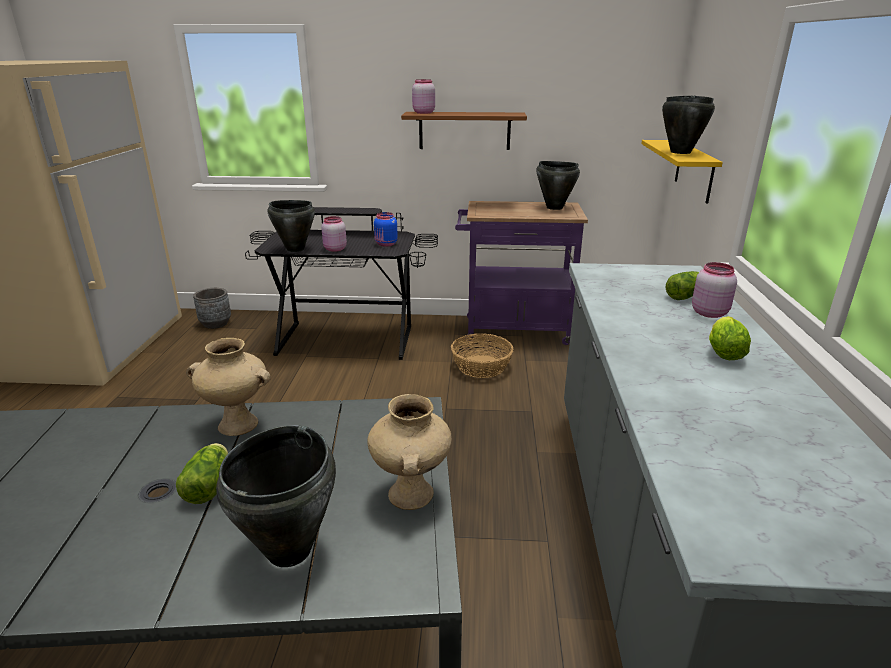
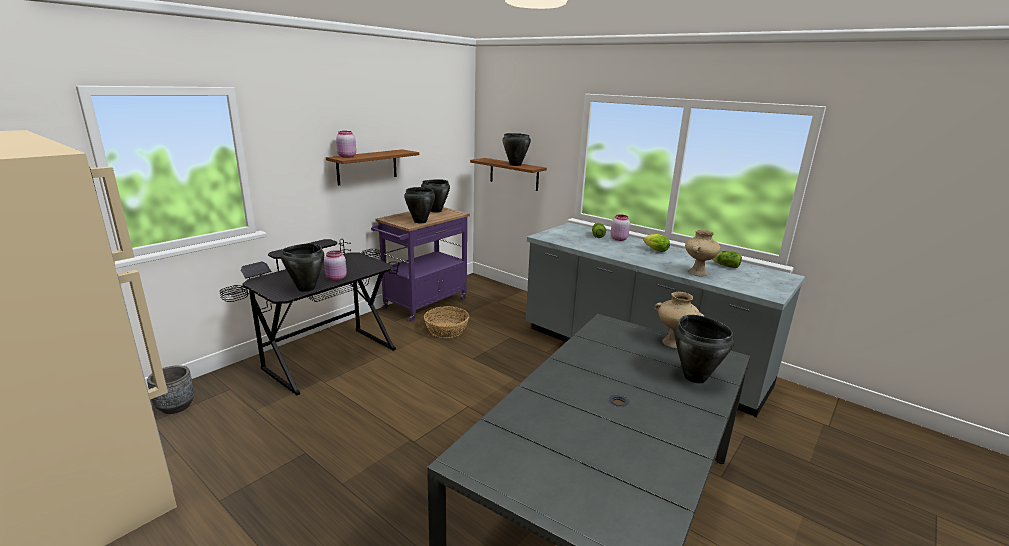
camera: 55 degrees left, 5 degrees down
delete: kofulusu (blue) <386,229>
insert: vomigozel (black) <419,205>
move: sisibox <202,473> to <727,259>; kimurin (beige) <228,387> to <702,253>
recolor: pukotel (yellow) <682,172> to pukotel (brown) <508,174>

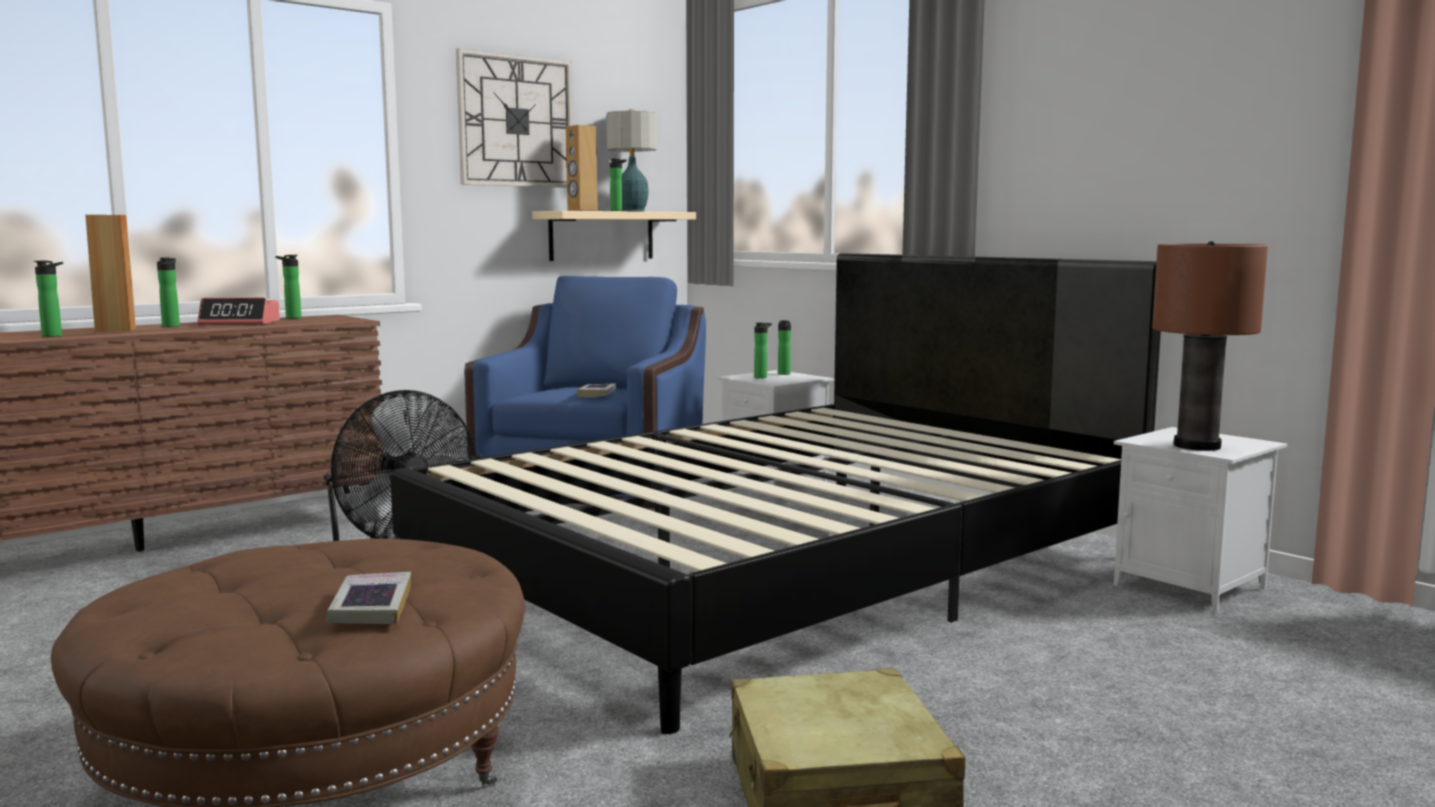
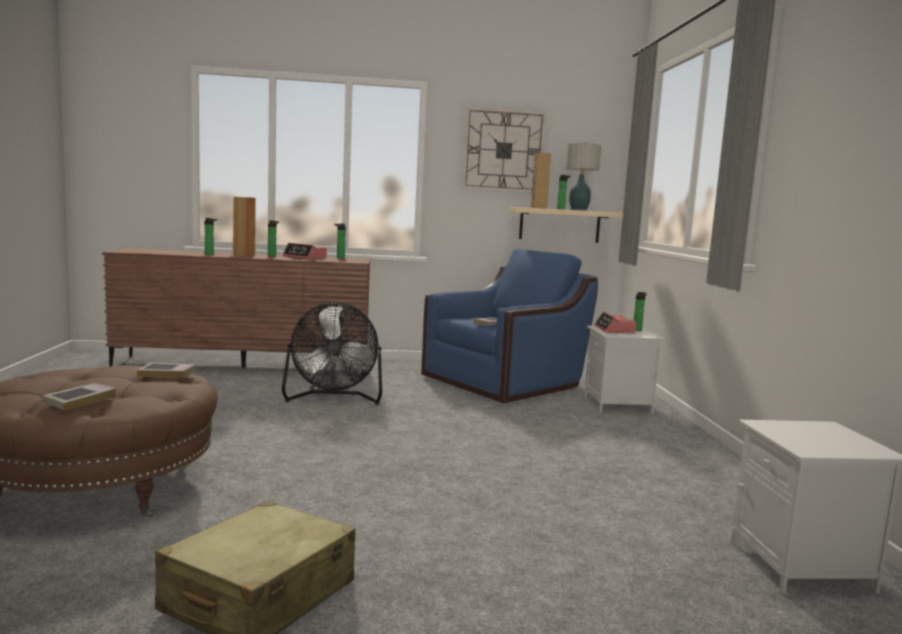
camera: 35 degrees right, 0 degrees up
delete: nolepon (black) <775,493>; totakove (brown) <1210,346>
insert: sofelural <166,370>
replace: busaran <763,350> to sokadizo <615,323>

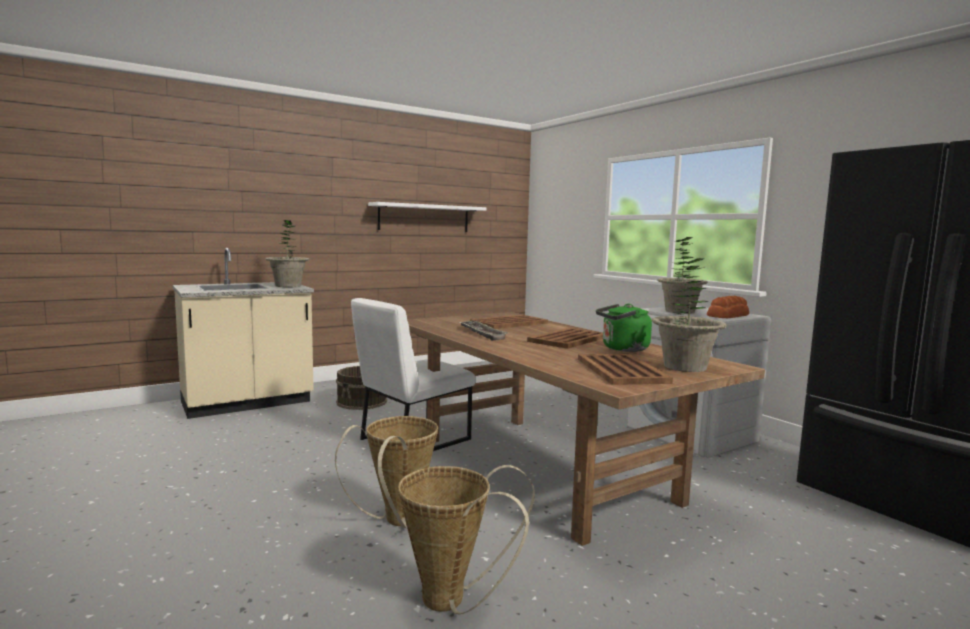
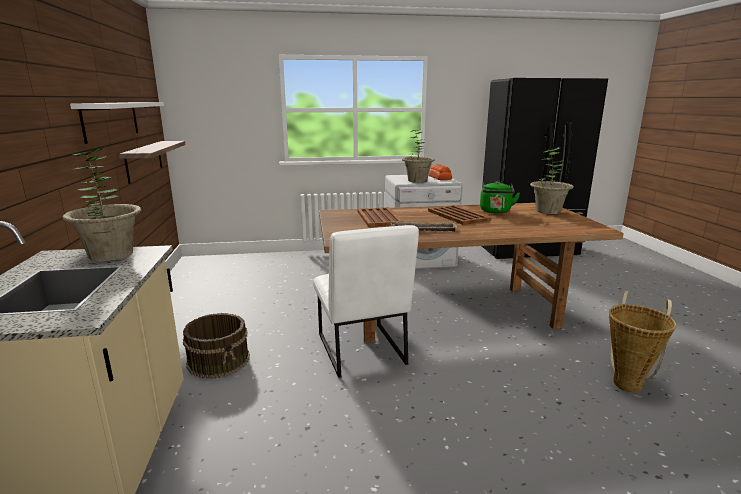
camera: 65 degrees left, 10 degrees up
delete: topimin <386,472>; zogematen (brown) <625,369>
insert: pukotel <152,162>

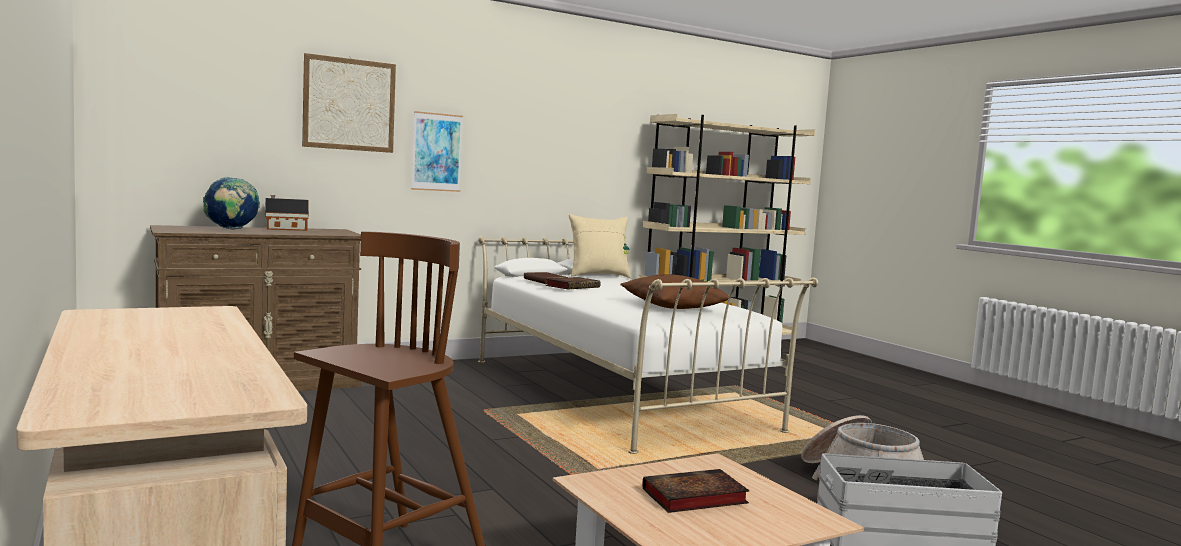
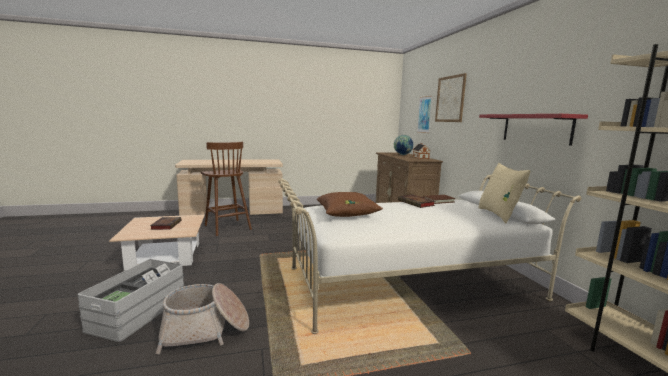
camera: 105 degrees right, 5 degrees up
insert: pukotel (red) <533,130>
move: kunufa <437,151> to <424,114>

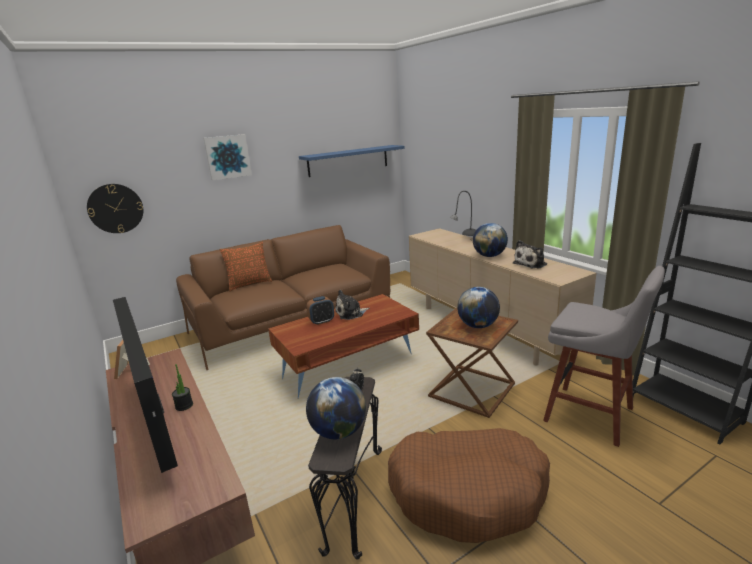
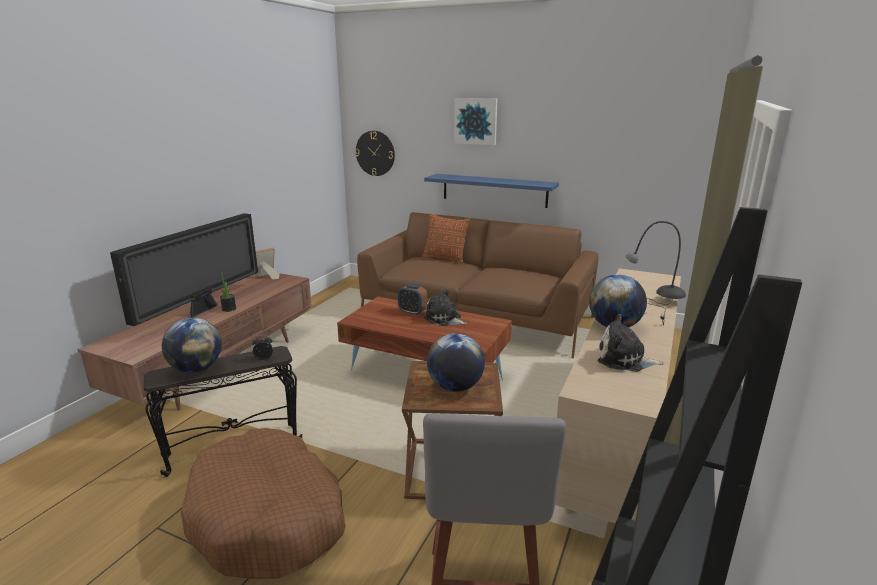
camera: 55 degrees right, 0 degrees up
move: pukotel (blue) <352,161> to <491,191>

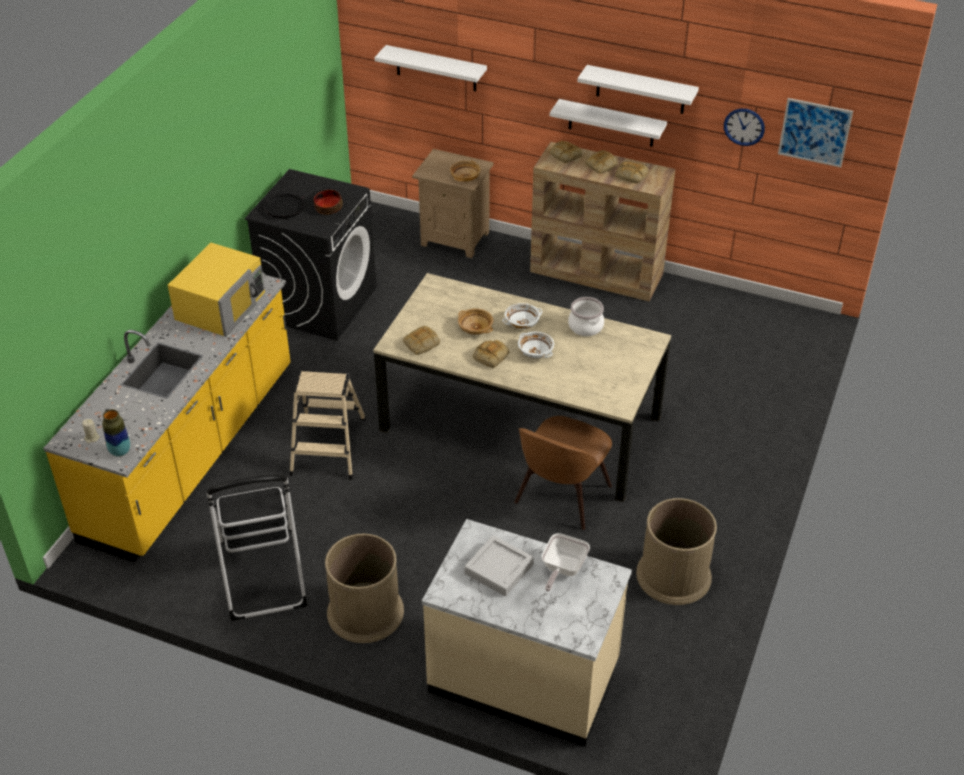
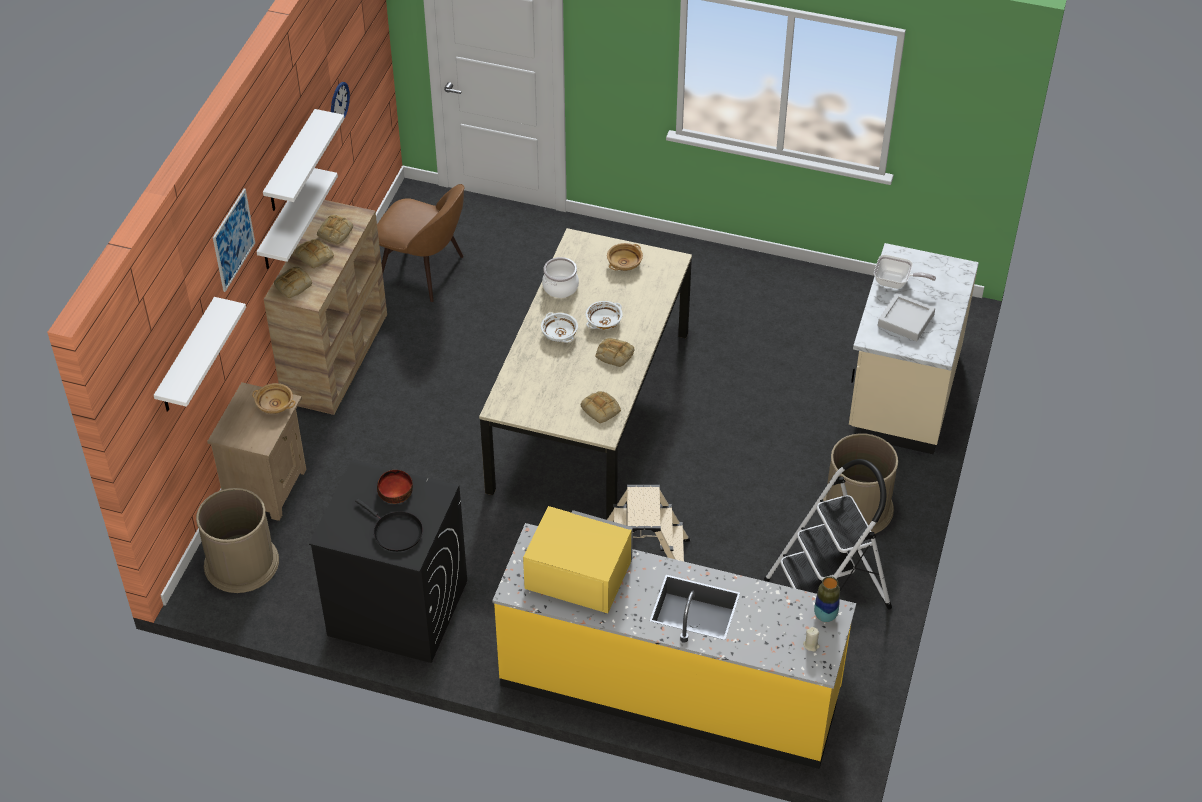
camera: 95 degrees left, 5 degrees up
move: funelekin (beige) <475,322> to <625,257>; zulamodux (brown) <563,473> to <420,243>; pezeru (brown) <676,551> to <237,540>; kunufa <815,132> to <234,240>

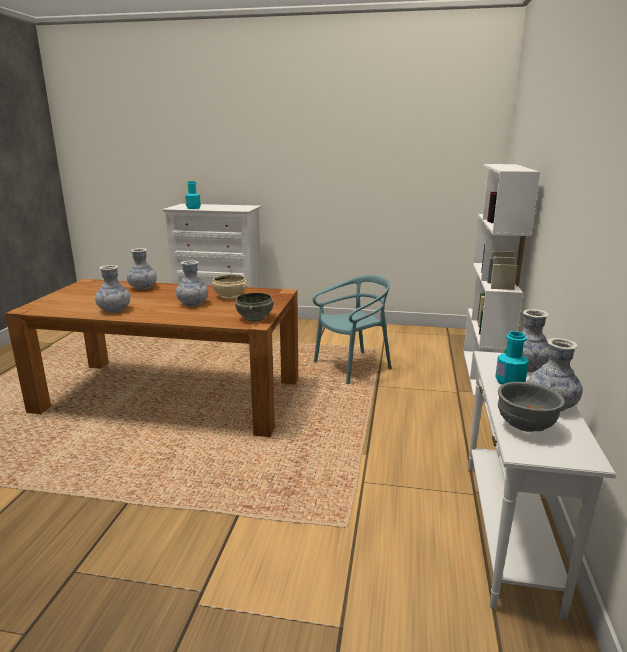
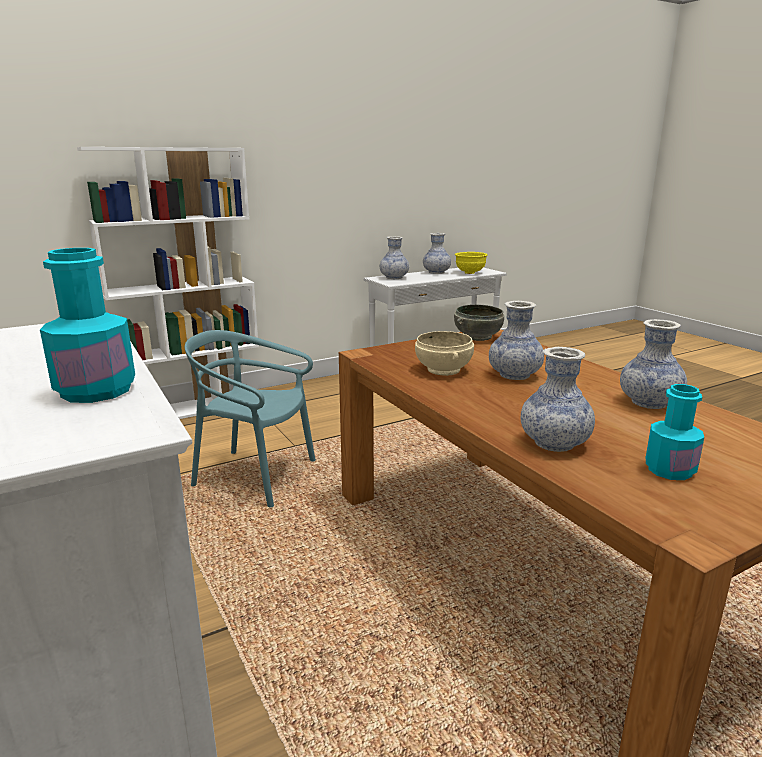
camera: 130 degrees left, 0 degrees up
move: busaran (turquoise) <512,358> to <675,432>
recolor: funelekin (grey) <531,407> to funelekin (yellow) <471,263>

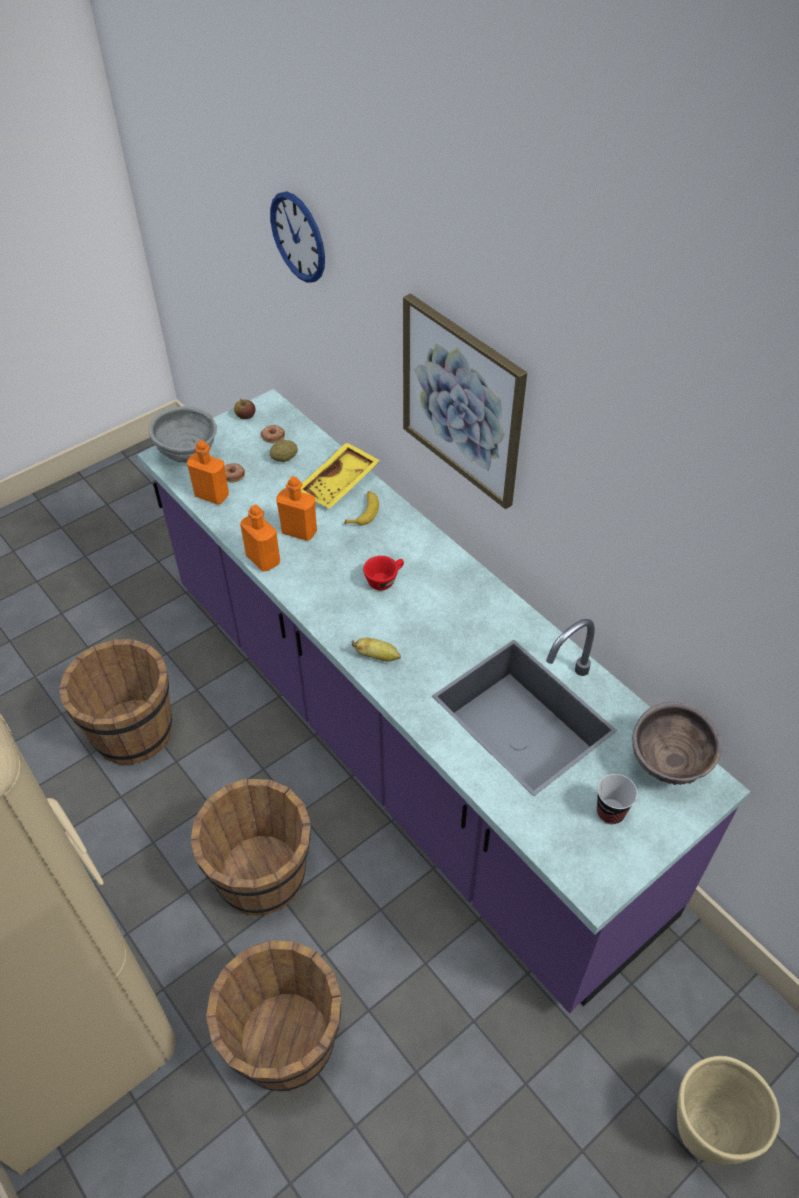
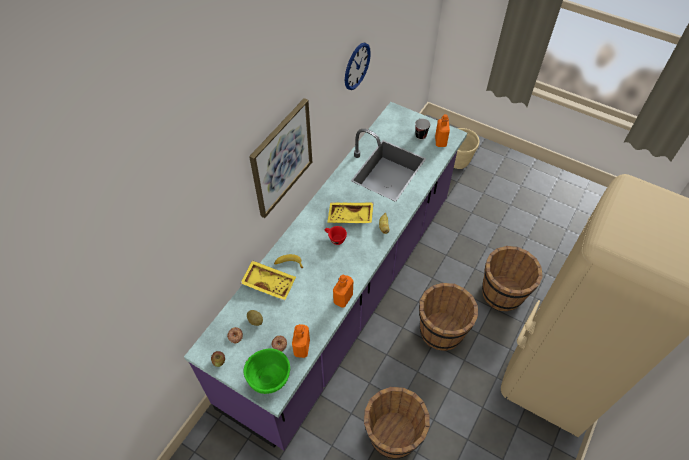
camera: 110 degrees left, 5 degrees up
delete: funelekin (brown) <676,743>
insert: zogematen (yellow) <350,212>
move: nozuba <297,237> to <358,66>; busaran (orange) <296,508> to <442,130>
recolor: funelekin (grey) <182,434> to funelekin (green) <266,371>

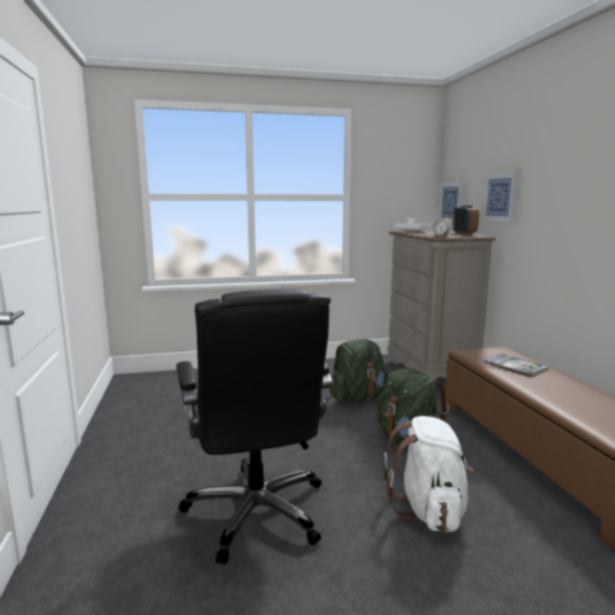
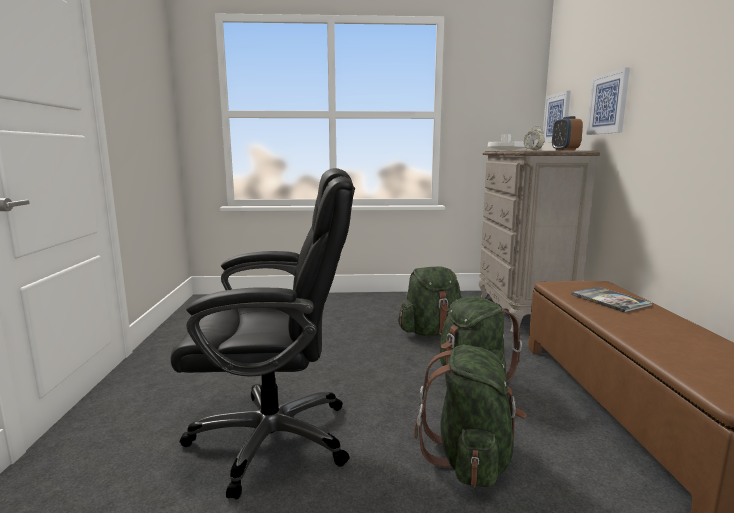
camera: 10 degrees right, 0 degrees up
recolor: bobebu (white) <429,474> to bobebu (green) <470,416>
rotate: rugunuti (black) <254,427> = <262,334> 90 degrees counterclockwise

